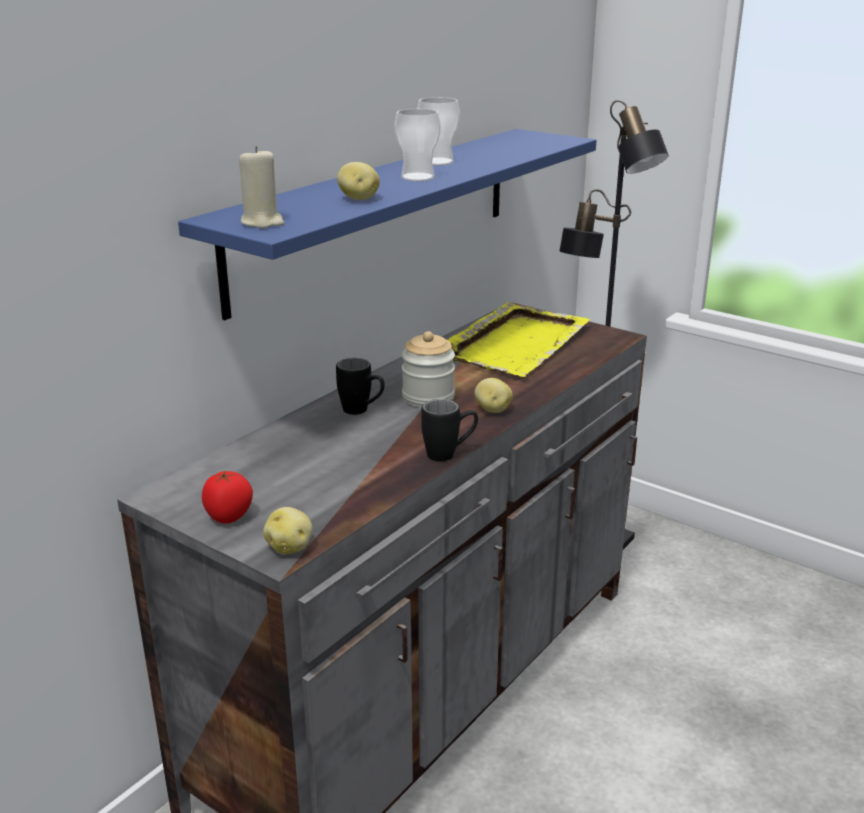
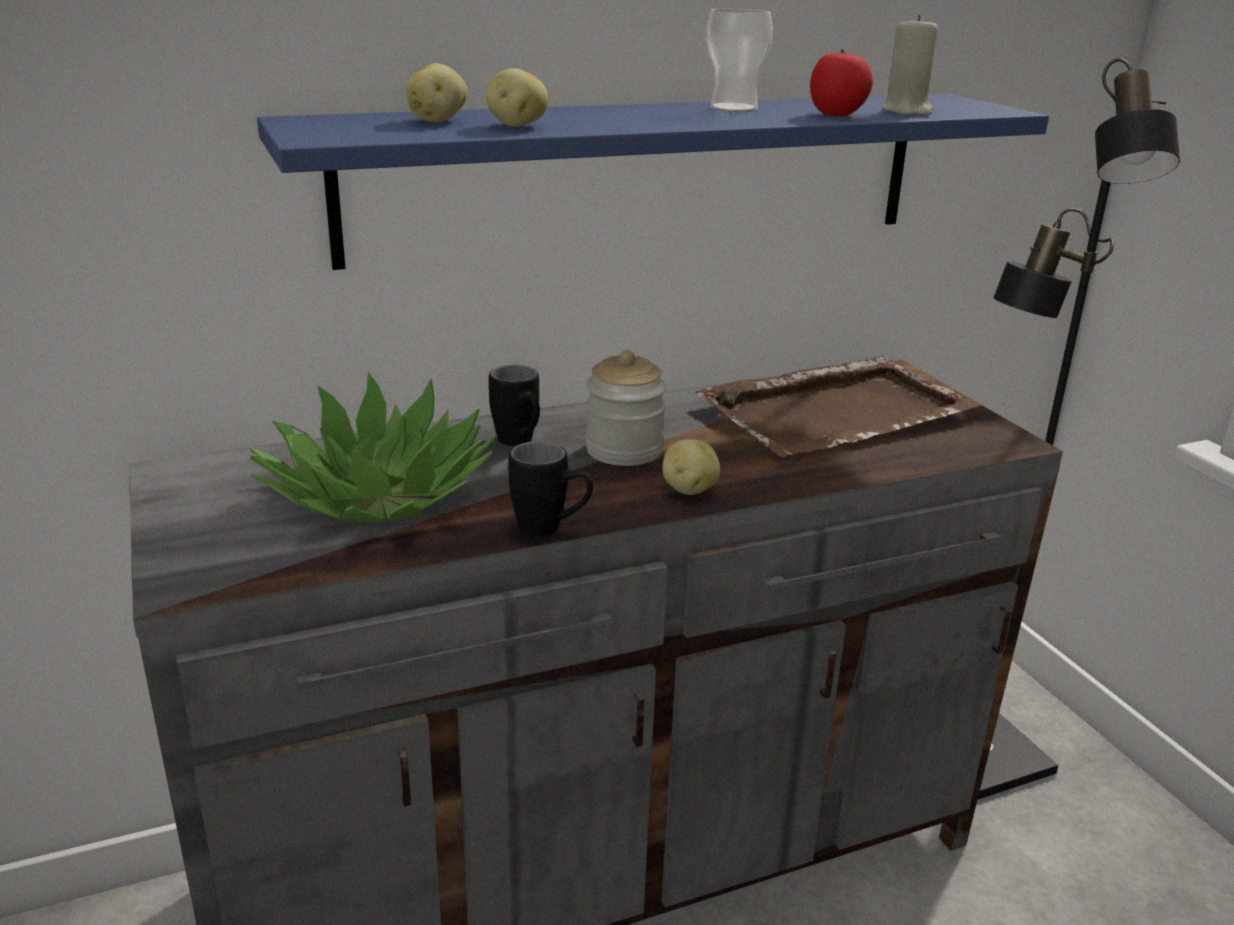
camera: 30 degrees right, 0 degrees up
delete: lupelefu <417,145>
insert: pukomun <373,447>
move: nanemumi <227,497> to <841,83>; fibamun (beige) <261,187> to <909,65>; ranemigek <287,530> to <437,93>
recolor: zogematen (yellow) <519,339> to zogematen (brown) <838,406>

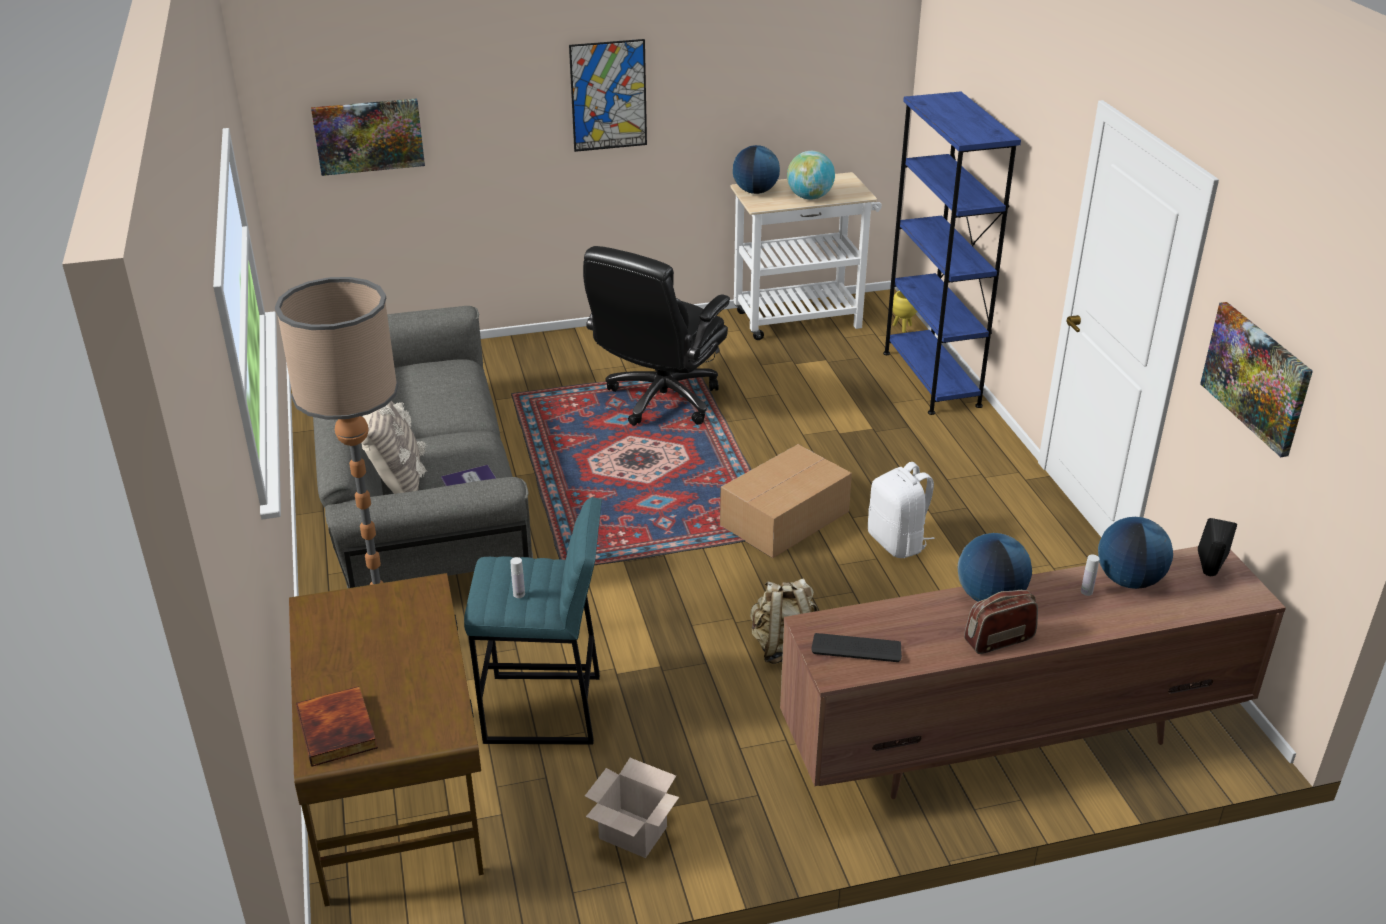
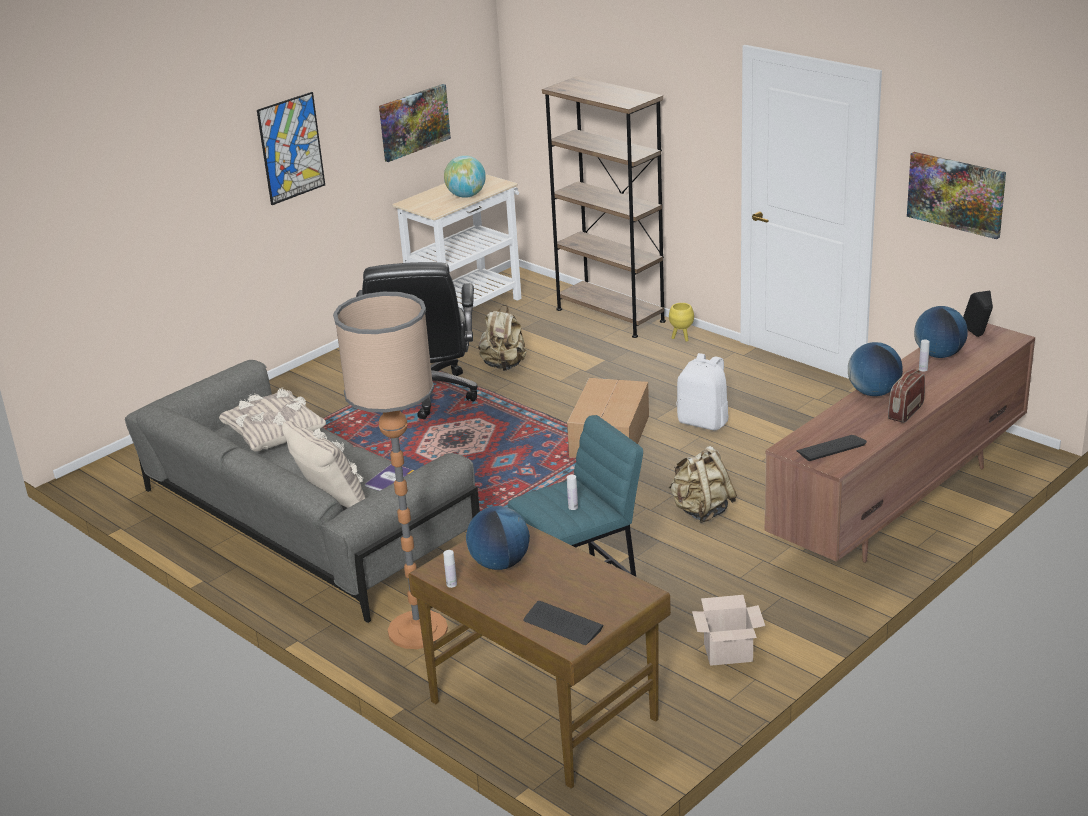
camera: 30 degrees left, 5 degrees down
insert: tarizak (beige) <272,419>; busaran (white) <450,569>; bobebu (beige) <502,337>
move: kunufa <368,137> to <415,123>; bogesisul <756,169> to <498,538>; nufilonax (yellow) <904,312> to <681,322>
replace: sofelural <337,726> to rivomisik <563,623>
recolor: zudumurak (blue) <952,253> to zudumurak (brown) <604,207>

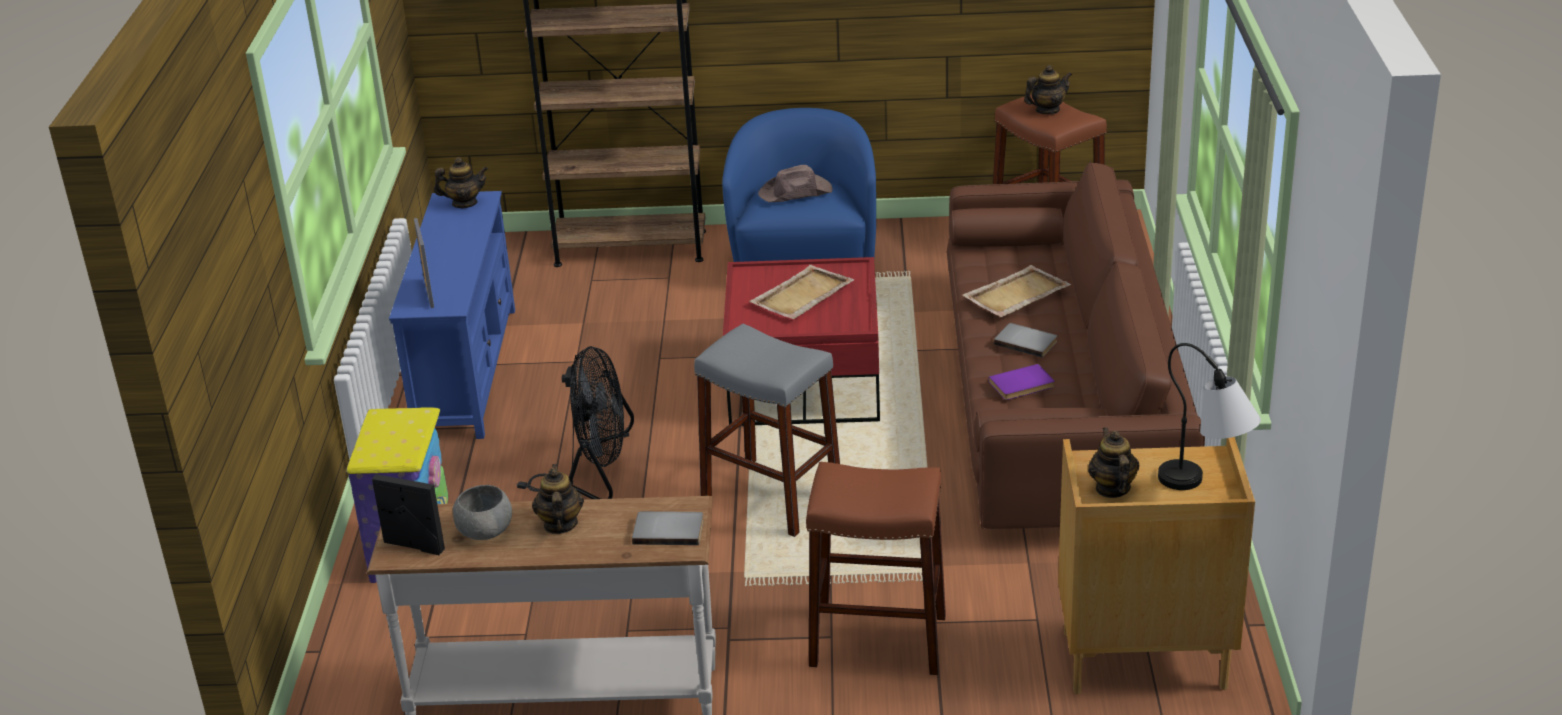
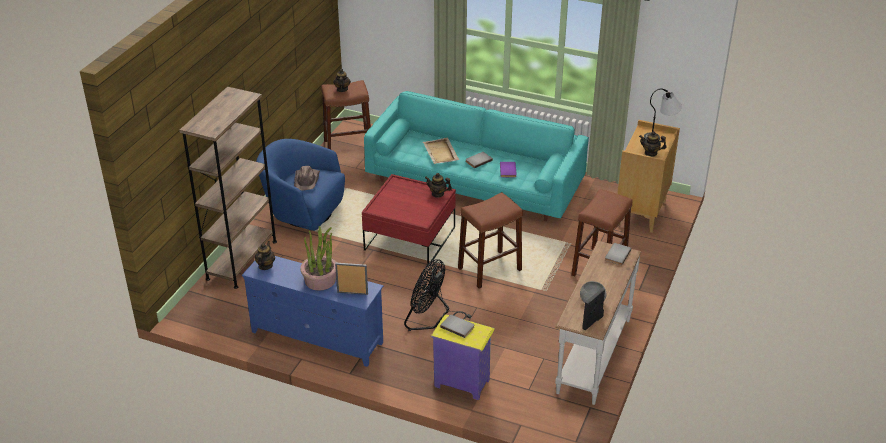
camera: 70 degrees left, 5 degrees up
delete: zogematen (beige) <802,292>
insert: pukomun <318,258>; sofelural (grey) <457,326>
move: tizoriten <558,499> to <438,185>
recolor: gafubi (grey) <767,430> to gafubi (brown) <490,240>; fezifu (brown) <1076,345> to fezifu (turquoise) <476,156>
rotate: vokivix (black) <575,422> = <438,295> 90 degrees counterclockwise

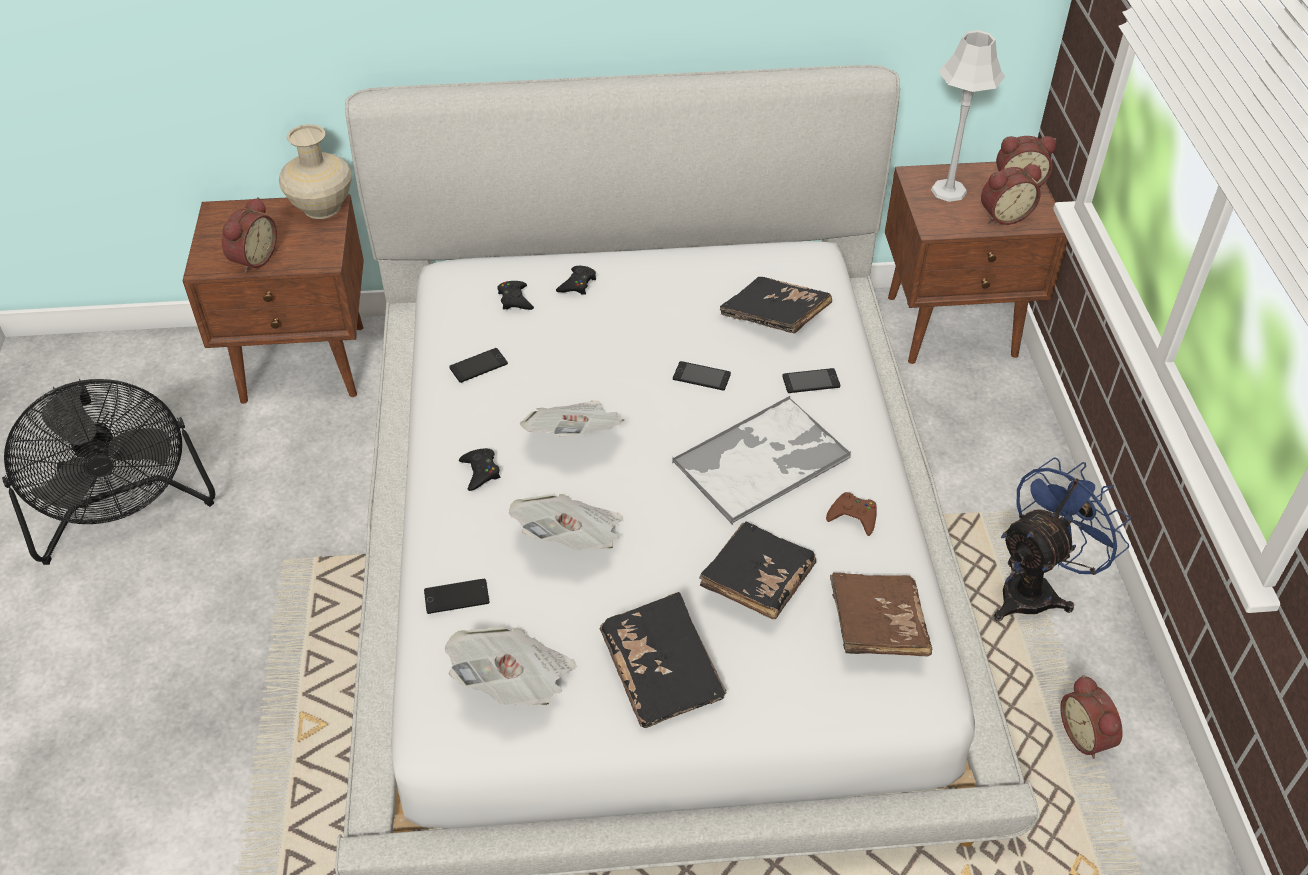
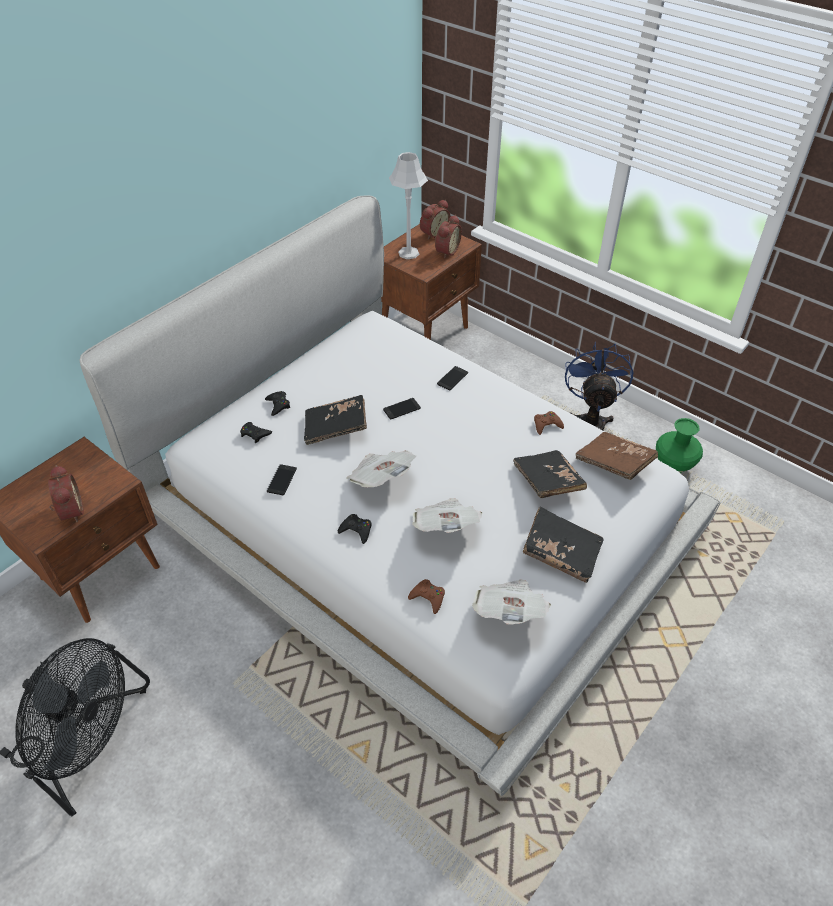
camera: 45 degrees left, 0 degrees up
delete: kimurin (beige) <315,171>; zogematen <761,460>
move: sofelural (black) <776,305> to <335,420>
replace: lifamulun <456,596> to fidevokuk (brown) <426,596>; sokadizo <1091,717> to kimurin (green) <679,445>

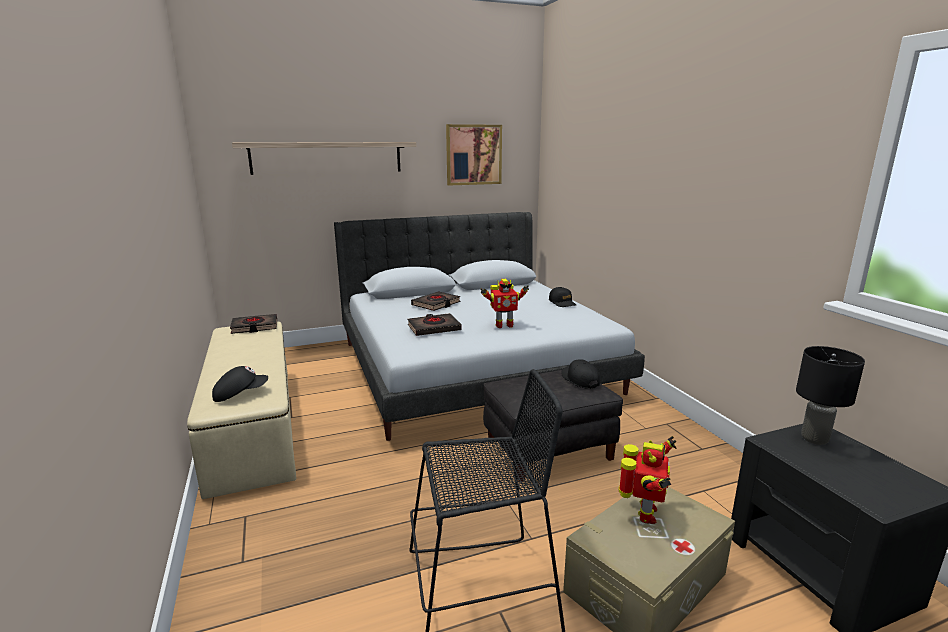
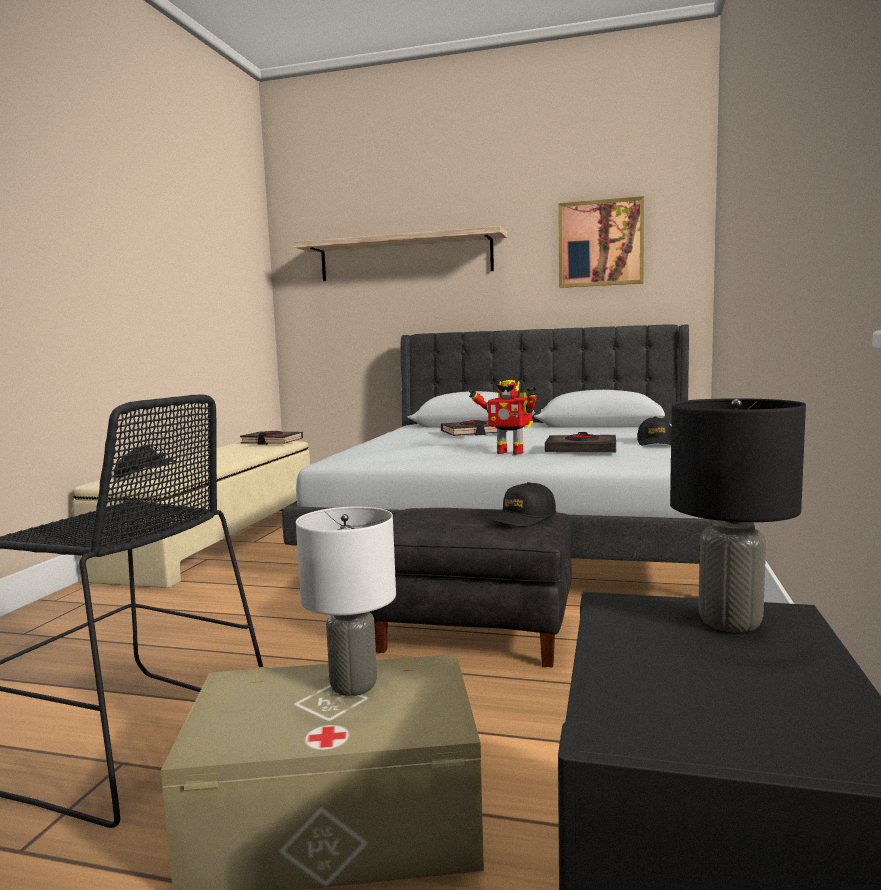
camera: 35 degrees right, 10 degrees down
move: sofelural (black) <434,324> to <580,442>
replace: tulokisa <647,480> to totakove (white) <346,601>
rotate: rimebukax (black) <580,374> = <523,504> 150 degrees counterclockwise

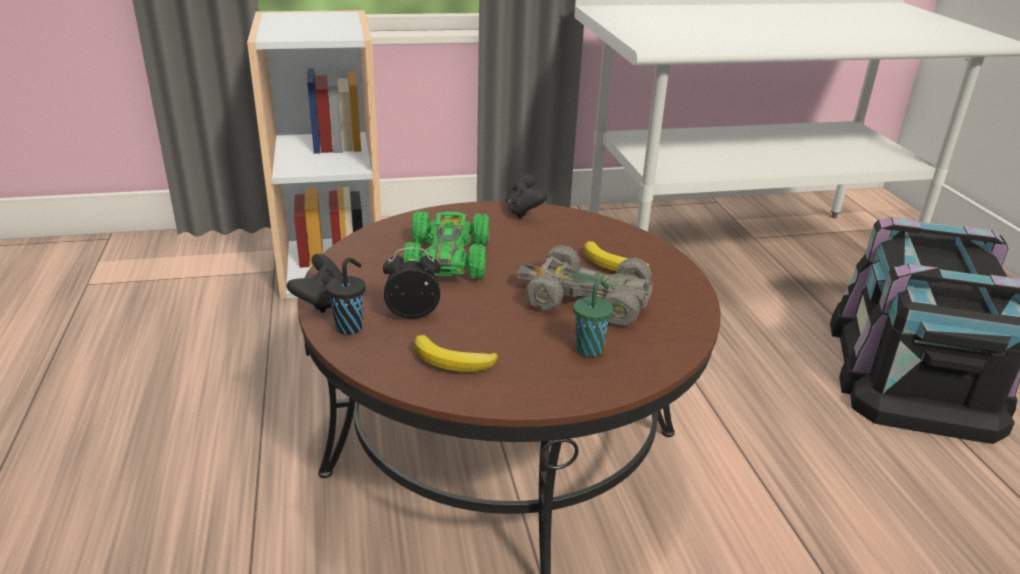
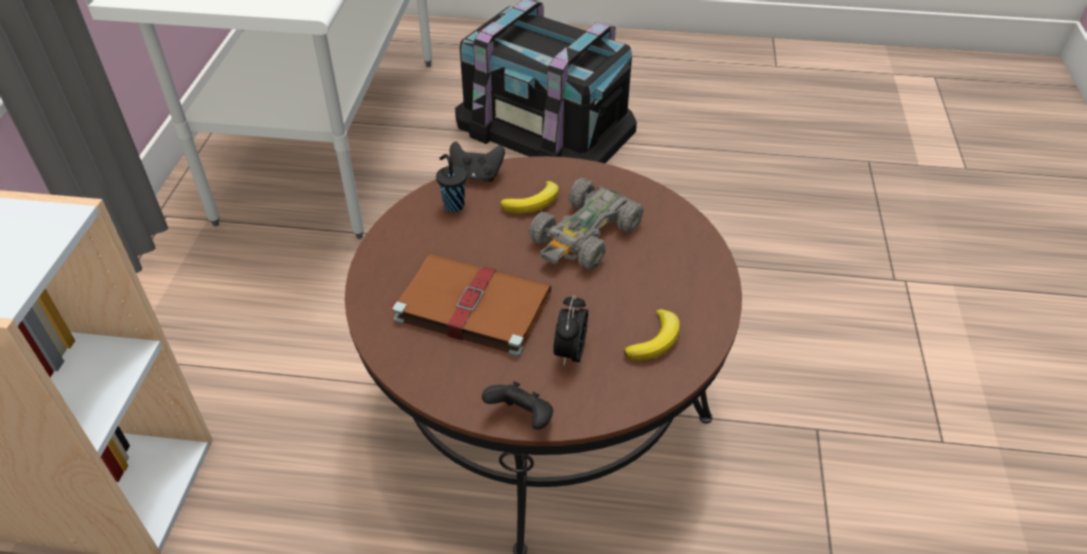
camera: 70 degrees left, 15 degrees up
delete: lupelefu (green) <593,318>
move: lupelefu (black) <345,296> to <451,183>; fidevokuk (black) <526,196> to <477,162>
replace: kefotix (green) <446,245> to sofelural (brown) <470,305>

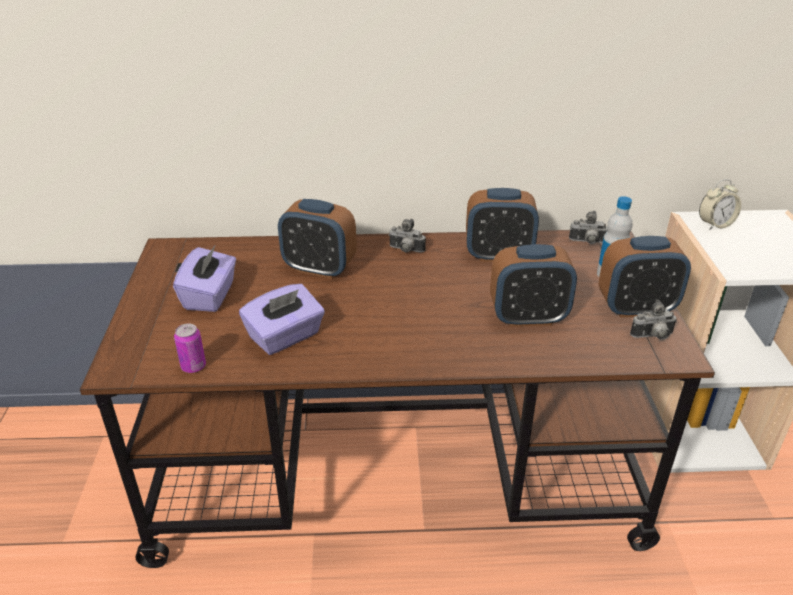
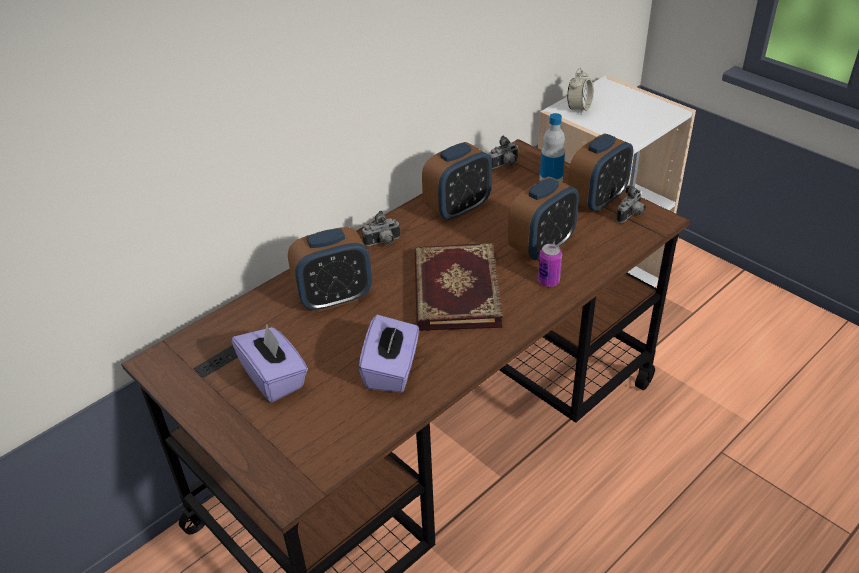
camera: 40 degrees left, 5 degrees up
insert: sofelural <459,287>
move: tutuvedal <190,348> to <550,265>

